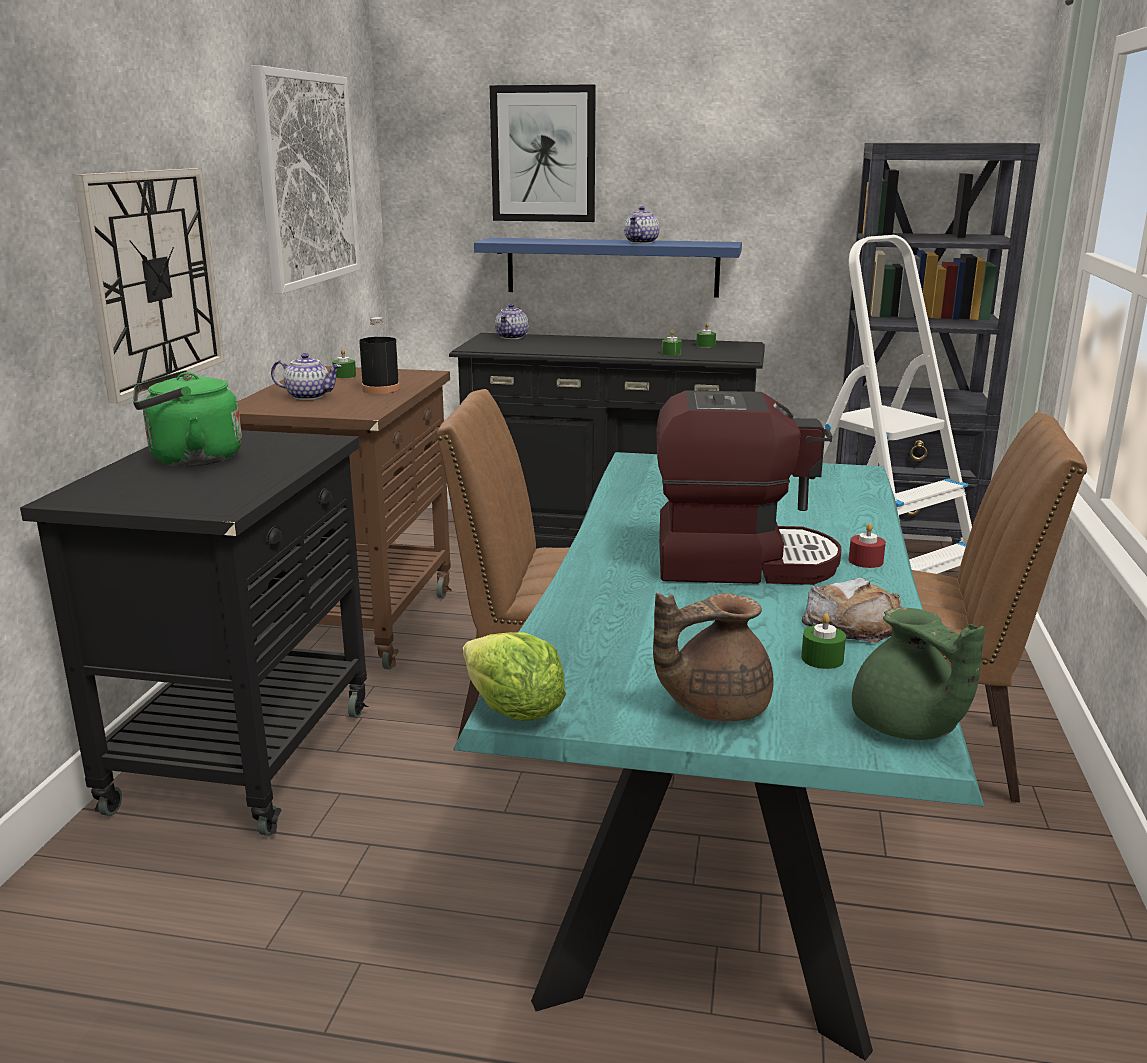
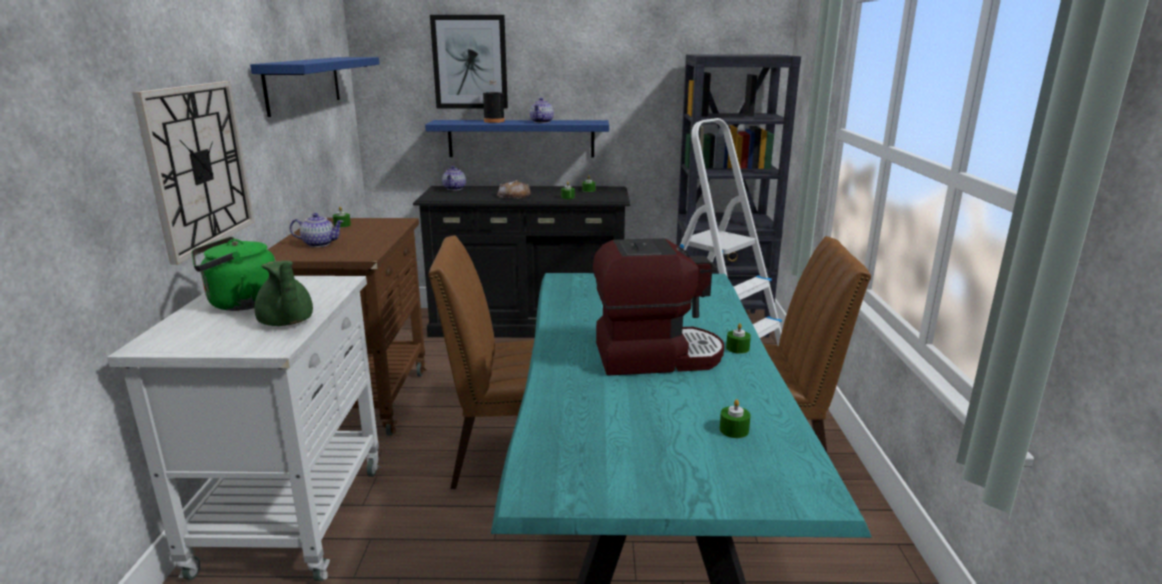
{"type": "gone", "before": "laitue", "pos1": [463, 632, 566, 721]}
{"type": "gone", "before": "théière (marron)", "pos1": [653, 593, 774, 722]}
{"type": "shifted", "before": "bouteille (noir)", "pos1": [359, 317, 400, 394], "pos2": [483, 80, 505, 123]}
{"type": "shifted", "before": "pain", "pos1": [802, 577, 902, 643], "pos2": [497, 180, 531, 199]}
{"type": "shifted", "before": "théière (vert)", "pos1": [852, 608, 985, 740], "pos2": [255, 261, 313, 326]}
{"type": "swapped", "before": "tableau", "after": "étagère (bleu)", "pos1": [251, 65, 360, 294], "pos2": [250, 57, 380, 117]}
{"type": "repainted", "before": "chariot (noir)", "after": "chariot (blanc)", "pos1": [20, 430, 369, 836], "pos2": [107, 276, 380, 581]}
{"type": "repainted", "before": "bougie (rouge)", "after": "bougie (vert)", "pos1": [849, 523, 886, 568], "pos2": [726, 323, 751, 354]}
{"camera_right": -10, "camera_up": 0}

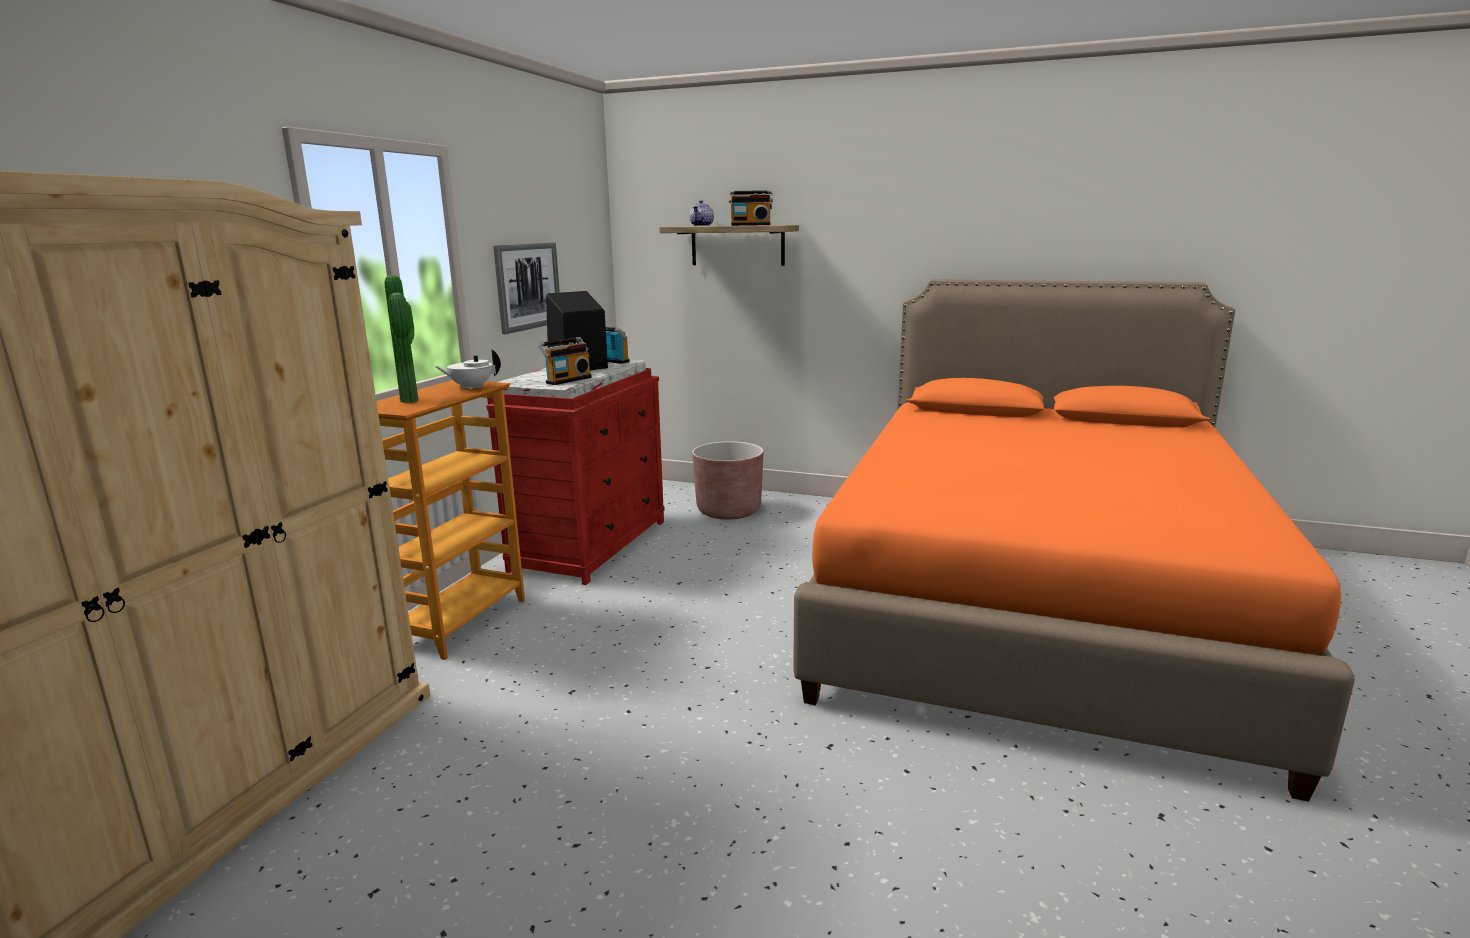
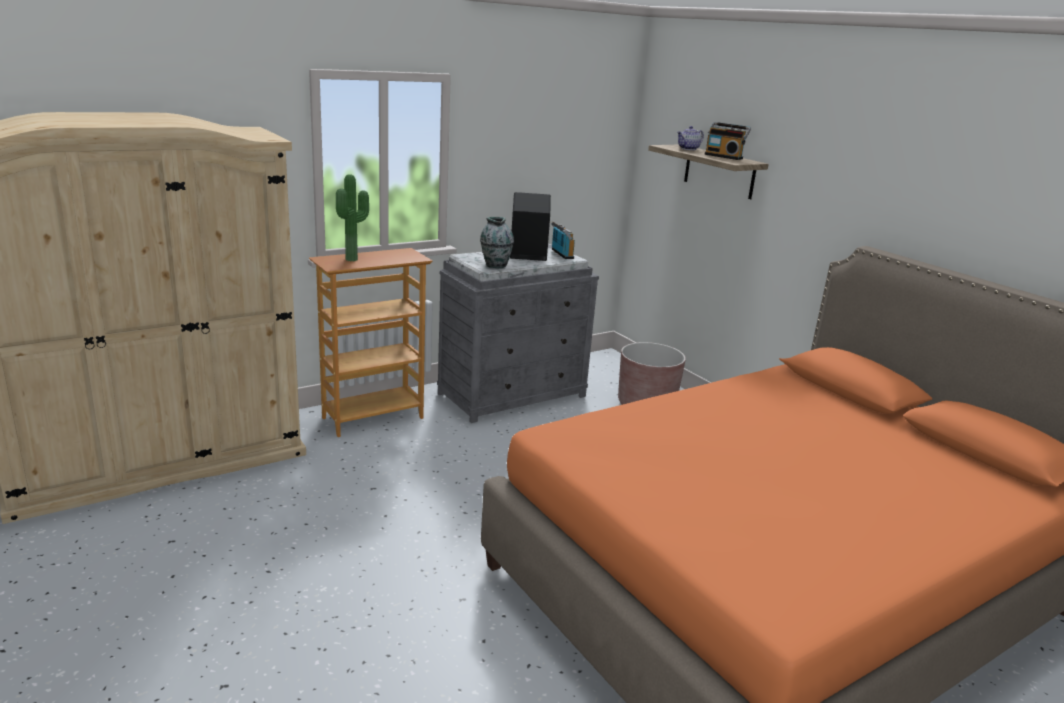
{"type": "gone", "before": "théière (blanc)", "pos1": [435, 349, 501, 390]}
{"type": "gone", "before": "tableau", "pos1": [493, 243, 560, 334]}
{"type": "swapped", "before": "radio", "after": "vase", "pos1": [538, 337, 592, 385], "pos2": [480, 217, 514, 268]}
{"type": "repainted", "before": "commode (rouge)", "after": "commode (gris)", "pos1": [486, 360, 665, 585], "pos2": [437, 244, 599, 423]}
{"camera_right": 35, "camera_up": 5}

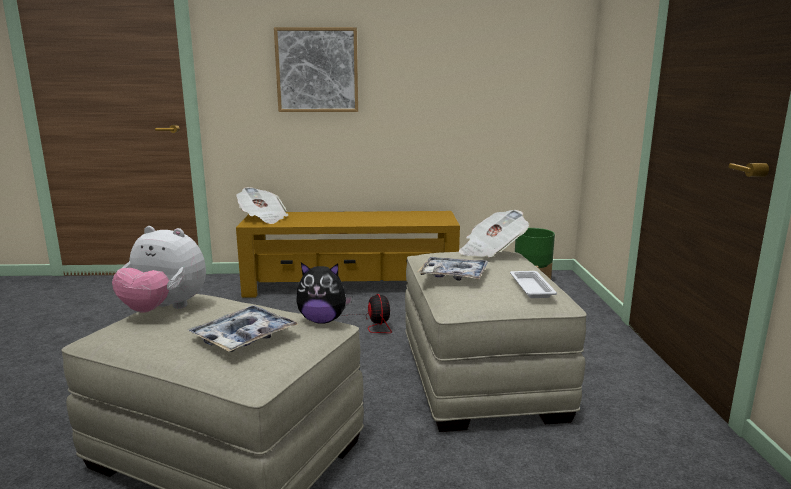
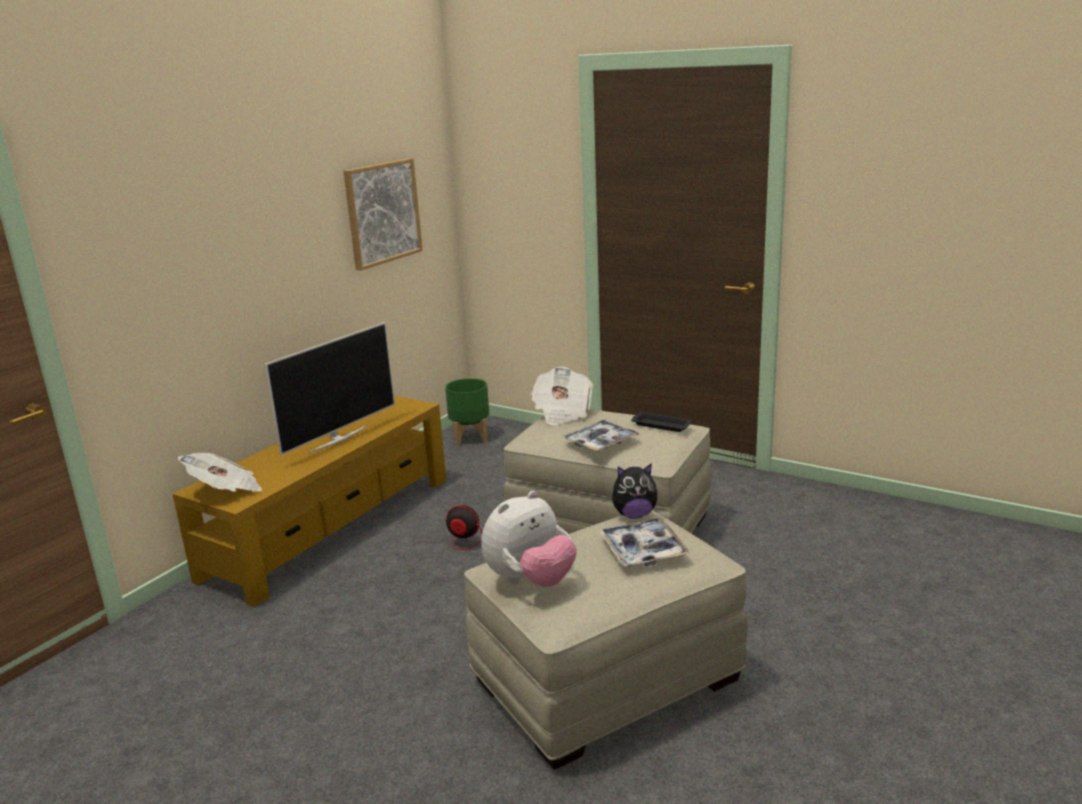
{"type": "new", "after": "téléviseur", "pos2": [265, 322, 395, 455]}
{"type": "shifted", "before": "tableau", "pos1": [274, 27, 358, 112], "pos2": [343, 158, 423, 271]}
{"type": "repainted", "before": "plateau (blanc)", "after": "plateau (noir)", "pos1": [510, 271, 557, 298], "pos2": [631, 412, 693, 432]}
{"type": "rotated", "before": "peluche", "pos1": [296, 263, 352, 324], "pos2": [612, 463, 658, 519], "turn": 45}
{"camera_right": -55, "camera_up": 5}

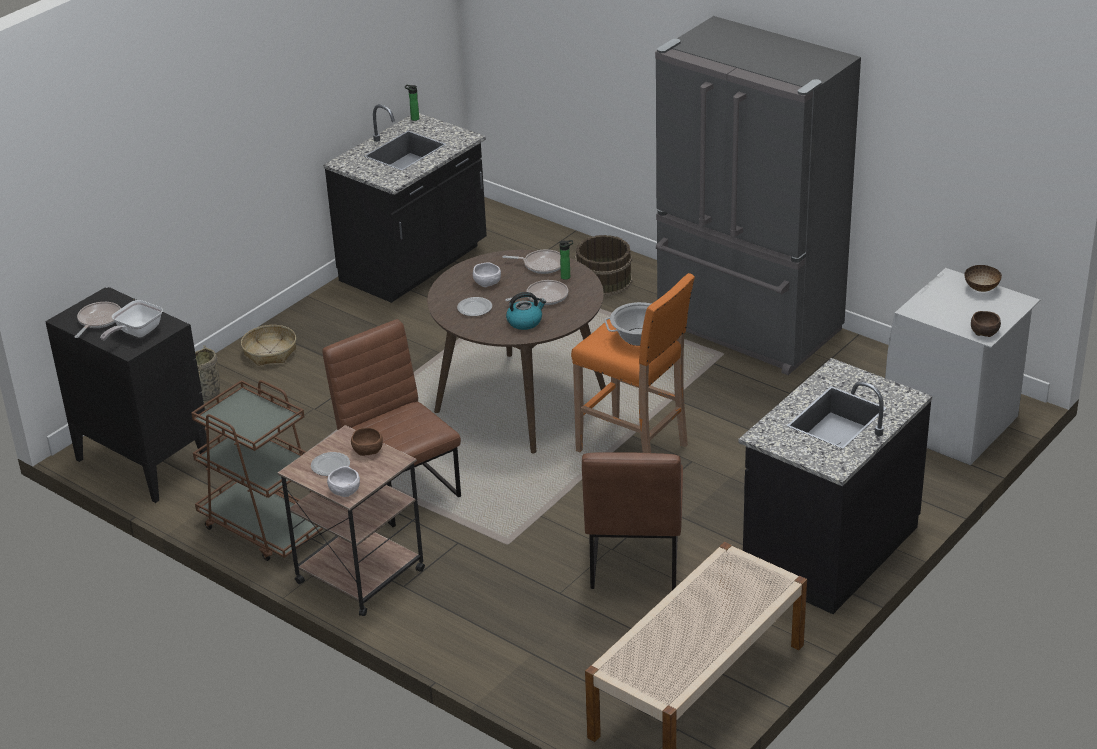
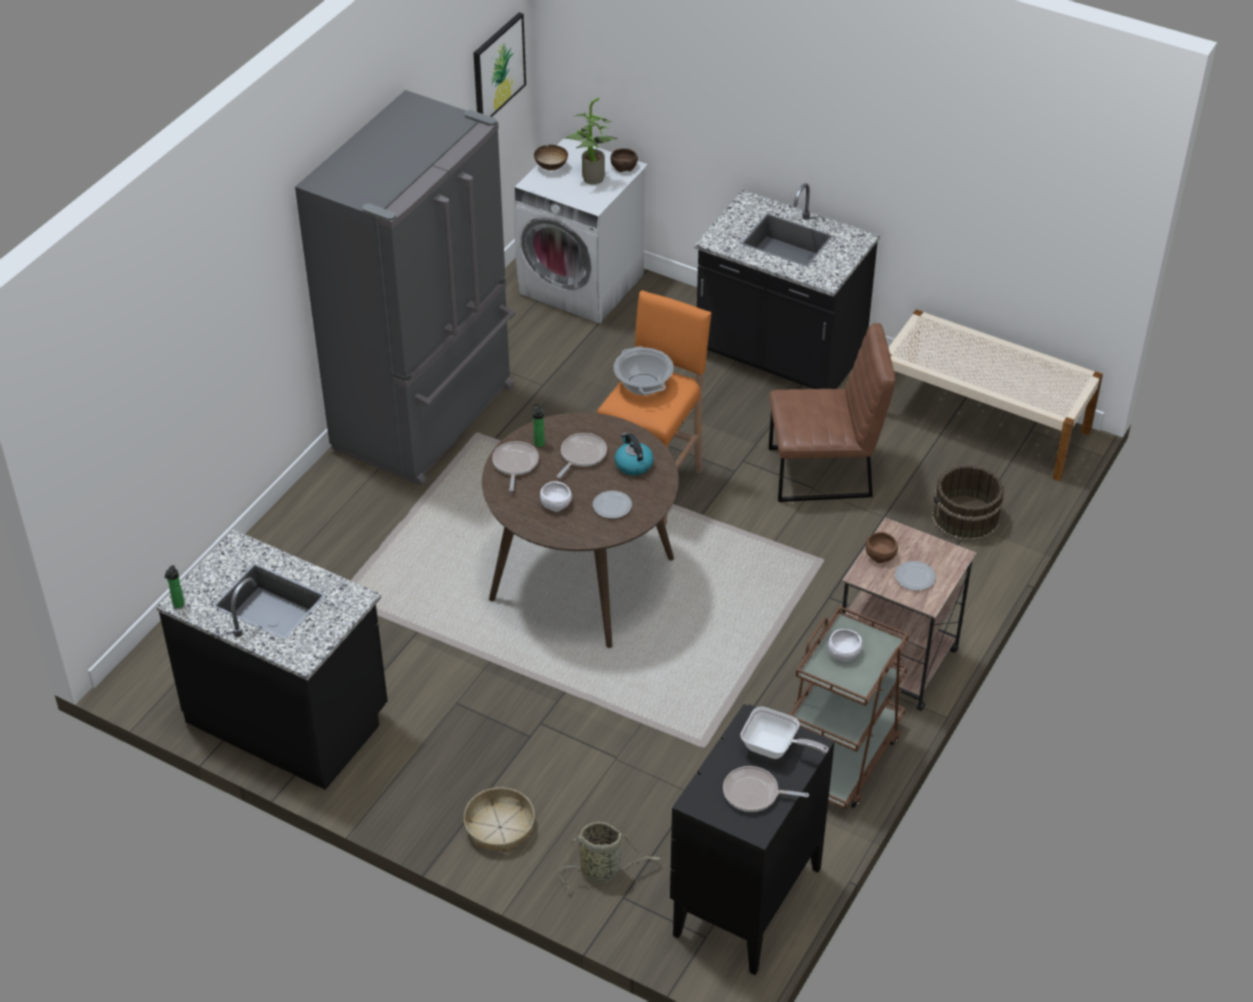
{"type": "gone", "before": "chaise (marron)", "pos1": [322, 319, 461, 527]}
{"type": "new", "after": "tableau", "pos2": [474, 12, 526, 117]}
{"type": "new", "after": "plante en pot", "pos2": [565, 97, 618, 185]}
{"type": "shifted", "before": "bol (blanc)", "pos1": [327, 466, 360, 497], "pos2": [828, 629, 862, 662]}
{"type": "shifted", "before": "seau (marron)", "pos1": [575, 235, 632, 296], "pos2": [931, 465, 1004, 542]}
{"type": "rotated", "before": "poêle", "pos1": [505, 280, 568, 305], "pos2": [557, 433, 607, 478], "turn": 60}
{"camera_right": -100, "camera_up": 10}

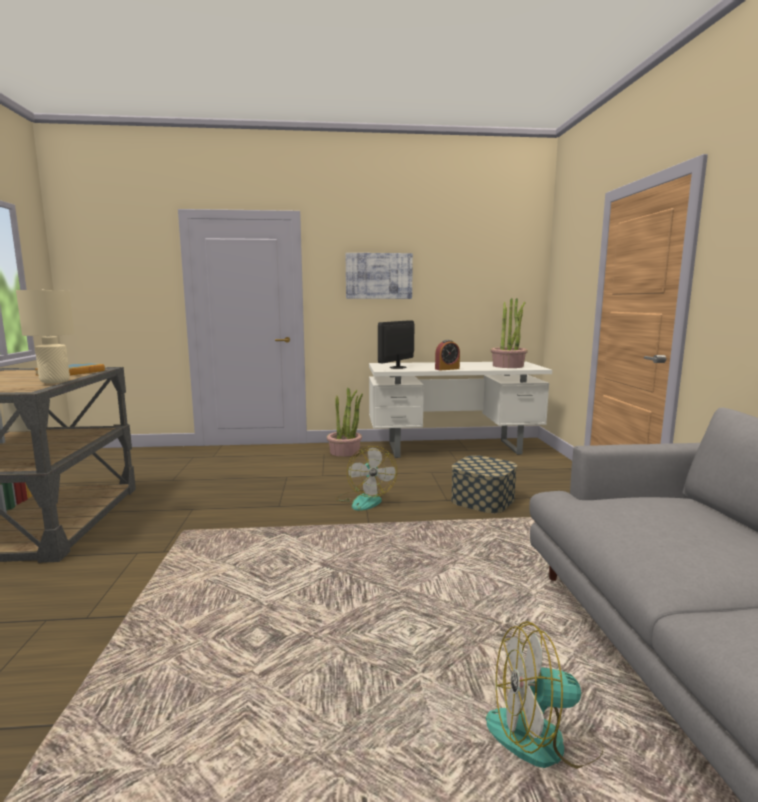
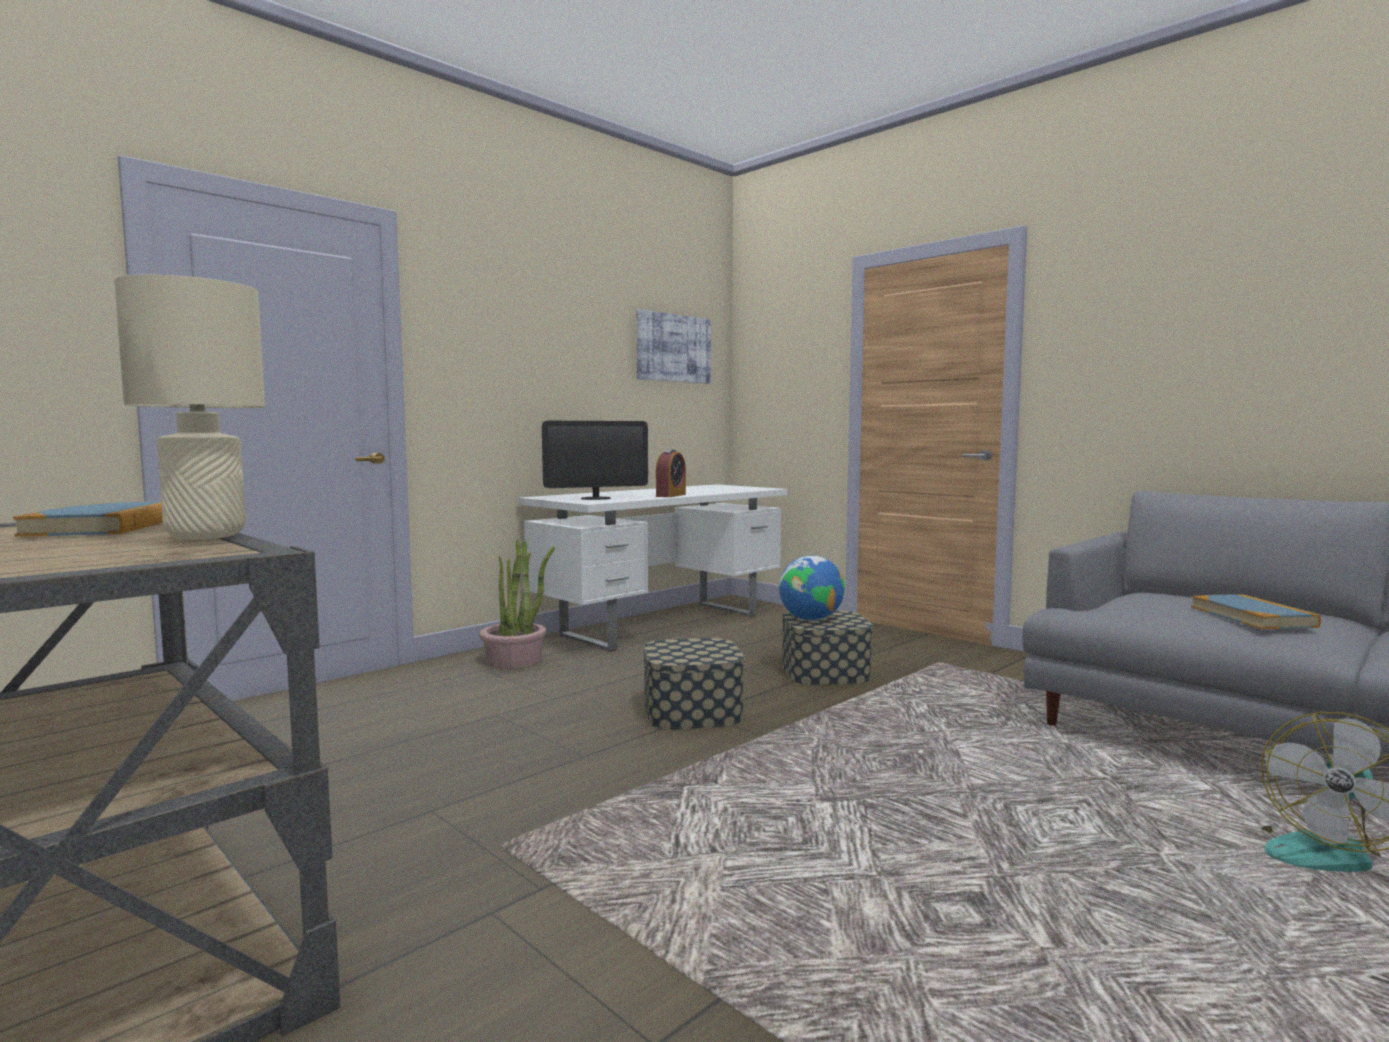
{"type": "gone", "before": "plante en pot", "pos1": [491, 298, 528, 368]}
{"type": "new", "after": "globe", "pos2": [779, 555, 845, 621]}
{"type": "new", "after": "livre", "pos2": [1191, 594, 1321, 629]}
{"type": "shifted", "before": "tableau", "pos1": [346, 253, 413, 299], "pos2": [636, 309, 711, 384]}
{"type": "swapped", "before": "ventilateur", "after": "boîte de rangement", "pos1": [336, 446, 397, 511], "pos2": [643, 638, 744, 730]}
{"type": "rotated", "before": "écran d'ordinateur", "pos1": [378, 320, 415, 369], "pos2": [542, 421, 648, 500], "turn": -105}
{"camera_right": -40, "camera_up": -5}

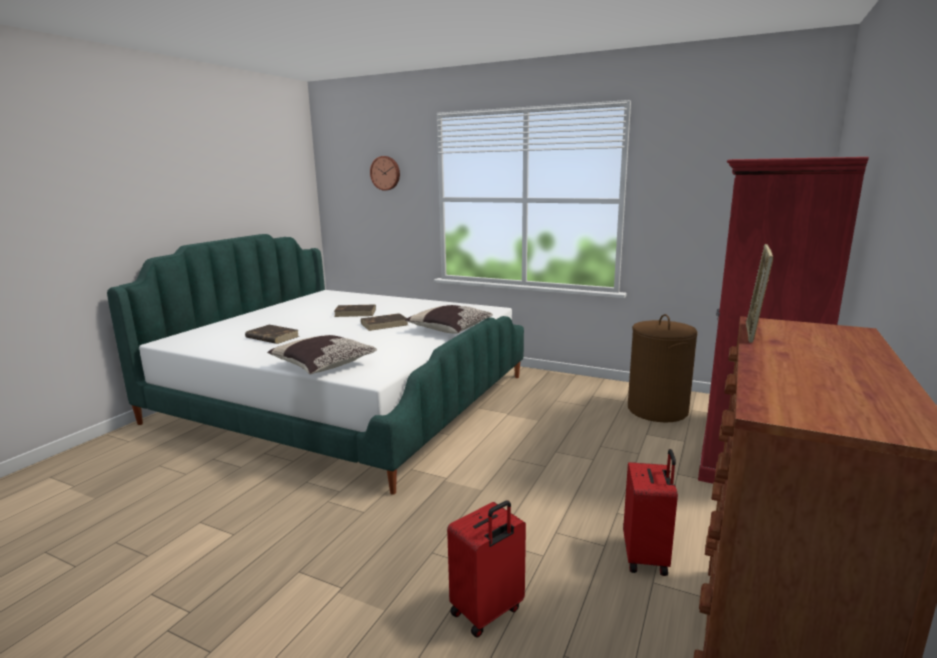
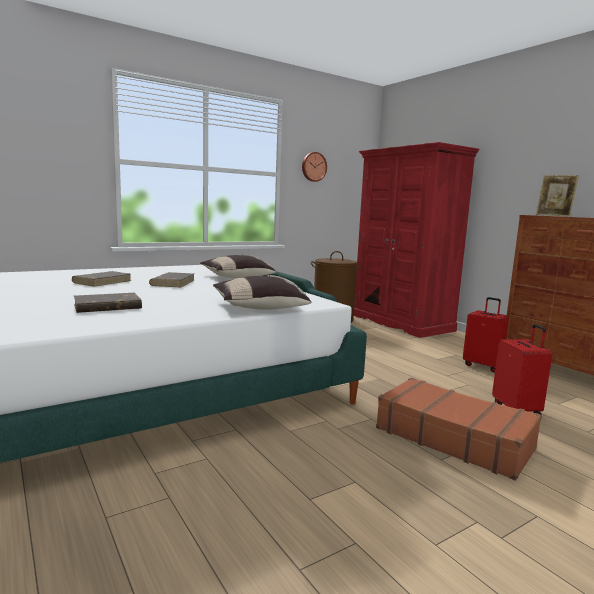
{"type": "new", "after": "valise (marron)", "pos2": [376, 378, 542, 481]}
{"type": "shifted", "before": "horloge murale", "pos1": [370, 156, 400, 191], "pos2": [302, 152, 327, 182]}
{"camera_right": -60, "camera_up": -5}

